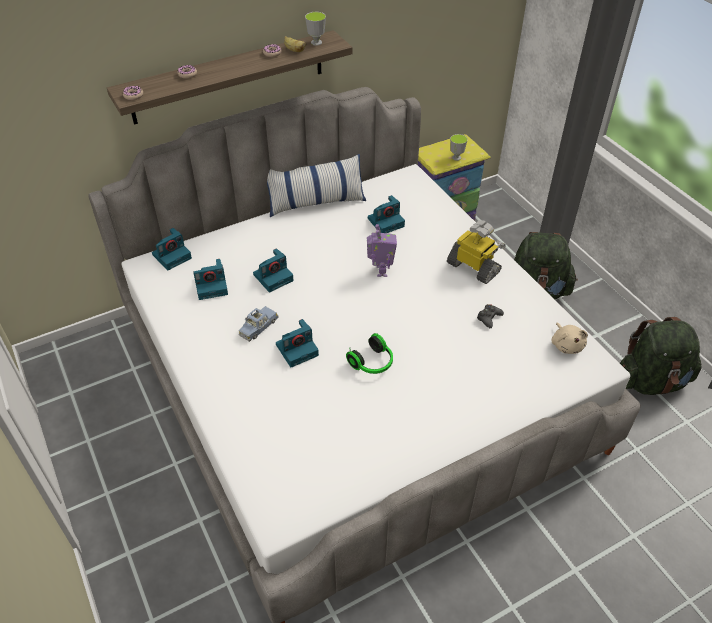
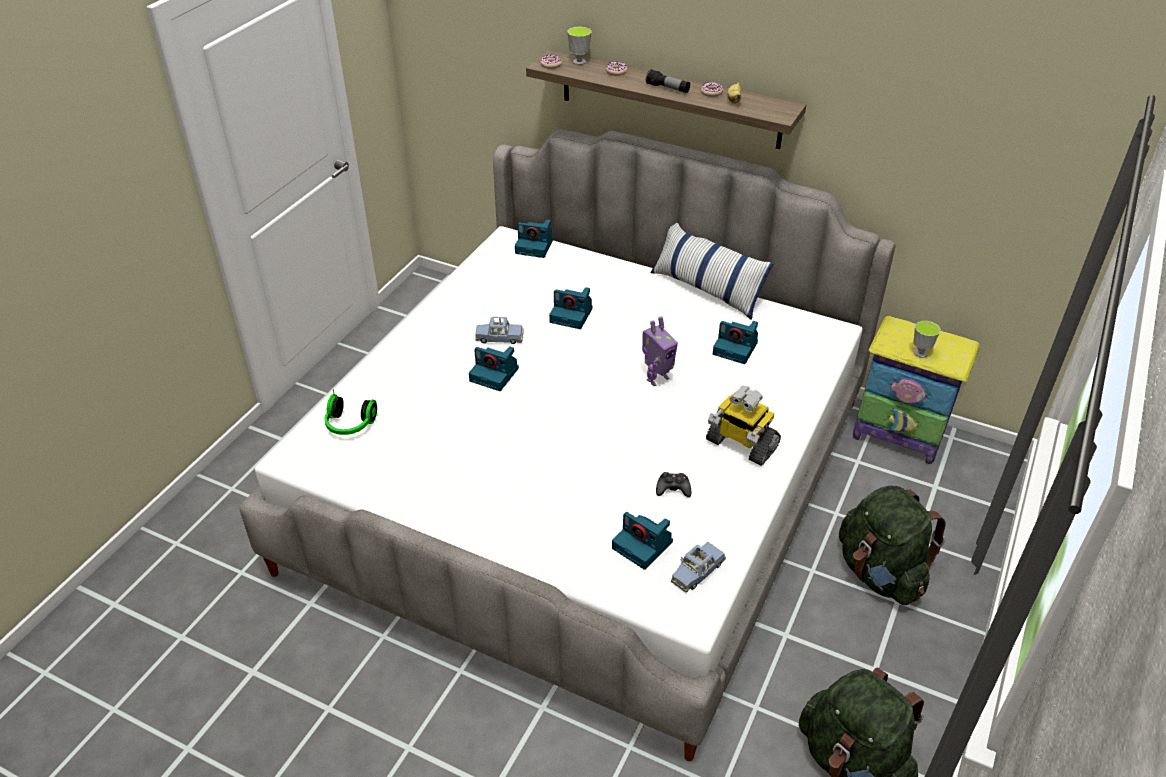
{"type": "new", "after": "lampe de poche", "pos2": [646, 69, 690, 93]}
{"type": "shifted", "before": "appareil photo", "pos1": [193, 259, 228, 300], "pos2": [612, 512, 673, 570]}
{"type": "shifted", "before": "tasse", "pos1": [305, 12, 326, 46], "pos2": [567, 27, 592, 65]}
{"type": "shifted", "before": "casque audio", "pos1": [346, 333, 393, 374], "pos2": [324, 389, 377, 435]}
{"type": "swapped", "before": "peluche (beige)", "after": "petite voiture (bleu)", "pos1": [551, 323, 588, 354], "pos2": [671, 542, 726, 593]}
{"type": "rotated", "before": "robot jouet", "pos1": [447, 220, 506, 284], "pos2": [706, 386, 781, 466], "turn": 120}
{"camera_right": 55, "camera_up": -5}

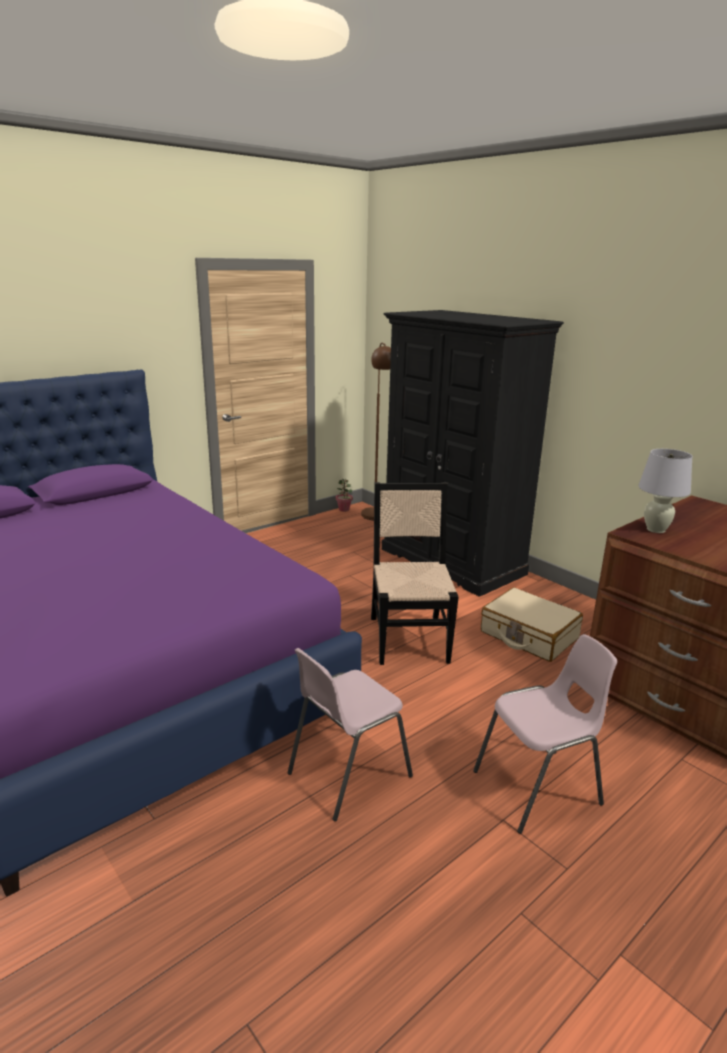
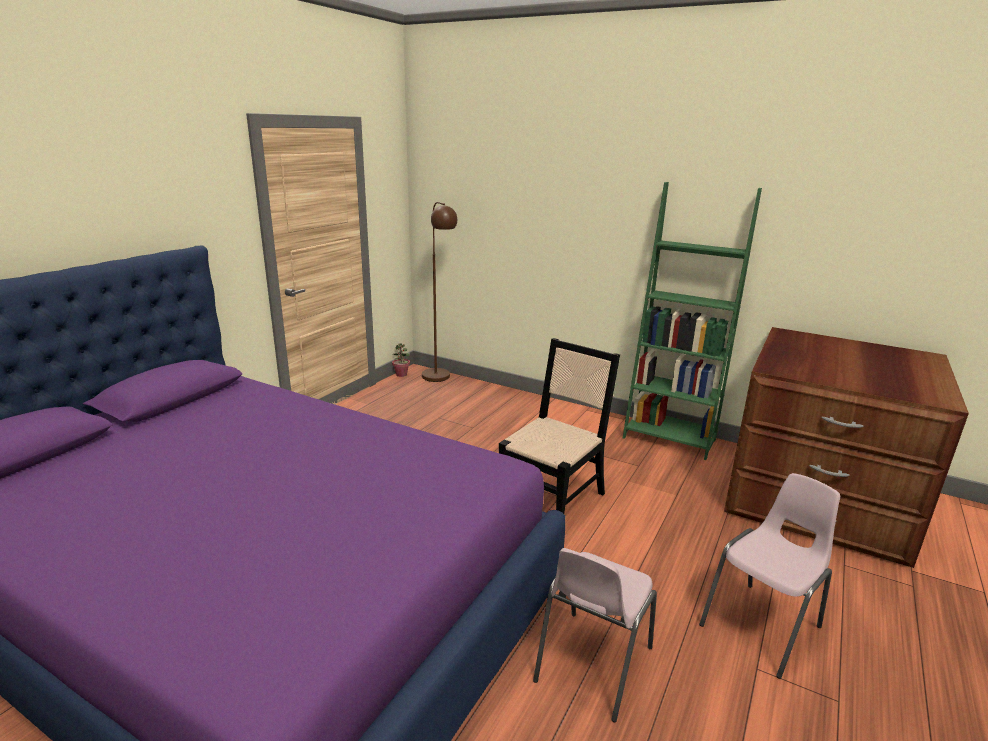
{"type": "gone", "before": "armoire (noir)", "pos1": [382, 310, 564, 597]}
{"type": "gone", "before": "valise (beige)", "pos1": [481, 587, 583, 662]}
{"type": "gone", "before": "lampe de table (blanc)", "pos1": [638, 449, 693, 533]}
{"type": "new", "after": "bibliothèque (vert)", "pos2": [623, 182, 762, 460]}
{"type": "rotated", "before": "chaise", "pos1": [371, 482, 459, 665], "pos2": [499, 338, 620, 514], "turn": 60}
{"camera_right": -20, "camera_up": 0}

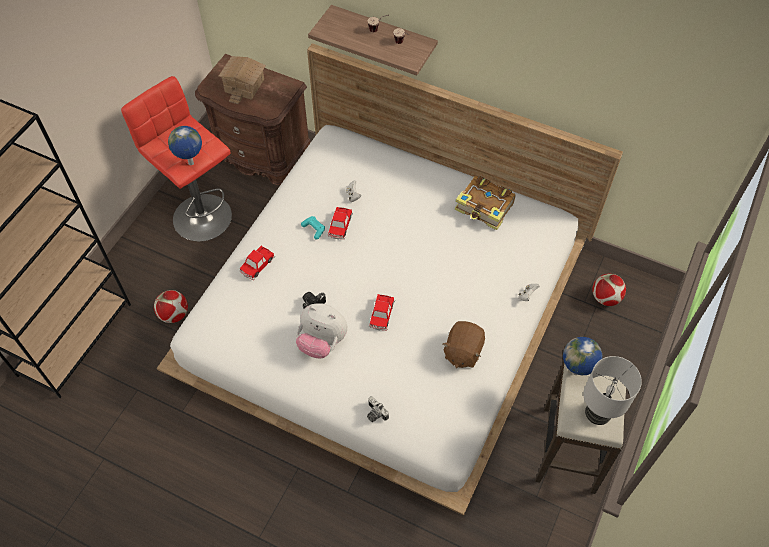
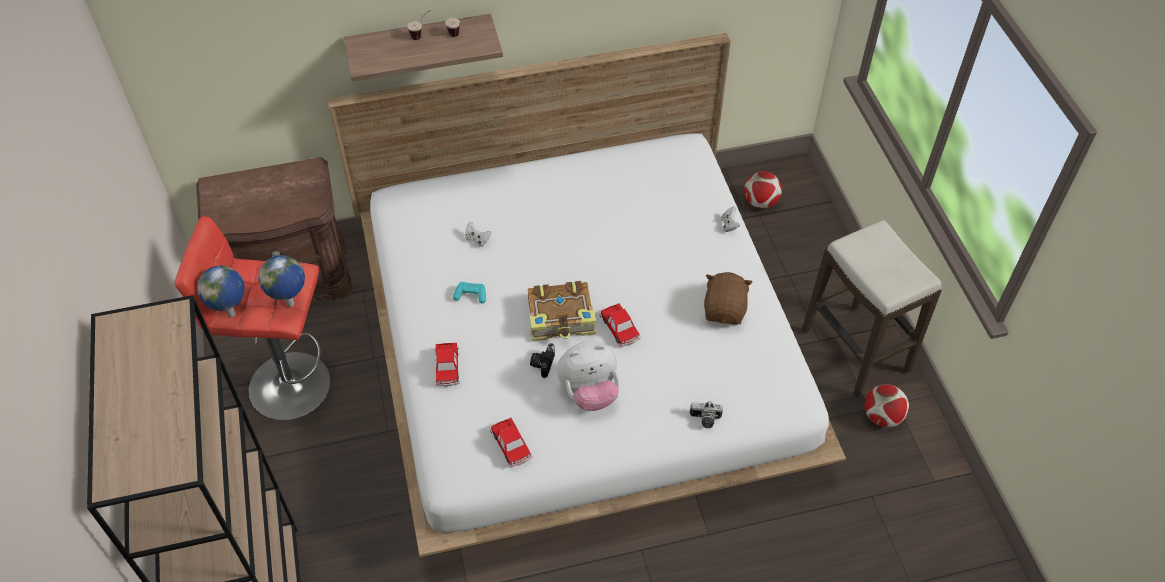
{"type": "gone", "before": "maison miniature", "pos1": [219, 56, 266, 104]}
{"type": "gone", "before": "lampe de table (gris)", "pos1": [584, 356, 642, 425]}
{"type": "shifted", "before": "ballon de foot", "pos1": [154, 290, 188, 323], "pos2": [865, 384, 909, 427]}
{"type": "shifted", "before": "petite voiture", "pos1": [328, 207, 353, 239], "pos2": [490, 418, 532, 467]}
{"type": "shifted", "before": "livre", "pos1": [455, 175, 516, 230], "pos2": [528, 281, 596, 341]}
{"type": "shifted", "before": "globe", "pos1": [563, 337, 602, 375], "pos2": [197, 265, 245, 317]}
{"type": "rotated", "before": "peluche (marron)", "pos1": [443, 321, 485, 368], "pos2": [704, 272, 753, 325], "turn": -150}
{"camera_right": -40, "camera_up": -5}

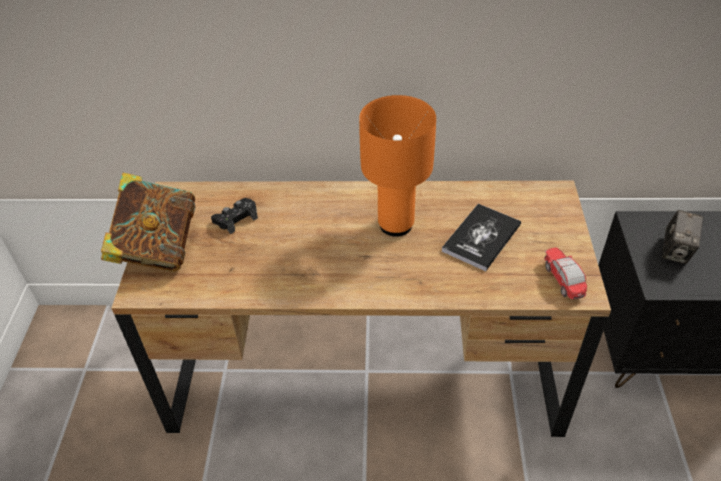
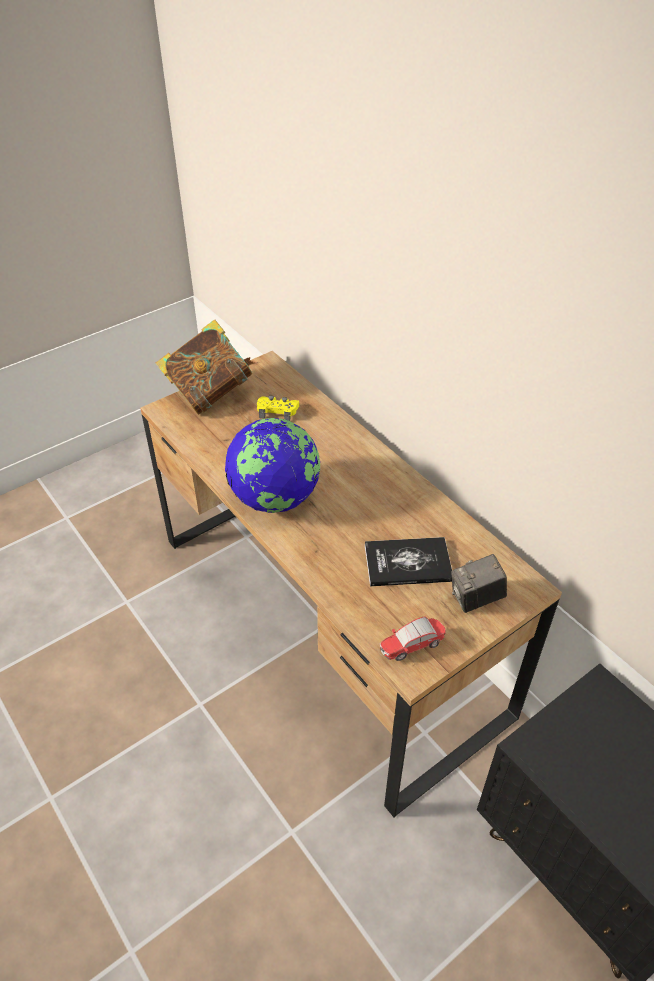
{"type": "gone", "before": "lampe de table (orange)", "pos1": [359, 95, 436, 237]}
{"type": "new", "after": "globe", "pos2": [225, 418, 320, 513]}
{"type": "shifted", "before": "appareil photo", "pos1": [662, 210, 704, 264], "pos2": [451, 554, 507, 613]}
{"type": "repainted", "before": "manette (noir)", "after": "manette (jaune)", "pos1": [211, 198, 258, 234], "pos2": [257, 396, 299, 421]}
{"type": "rotated", "before": "petite voiture", "pos1": [544, 247, 587, 299], "pos2": [380, 616, 446, 661], "turn": -150}
{"camera_right": 50, "camera_up": 0}

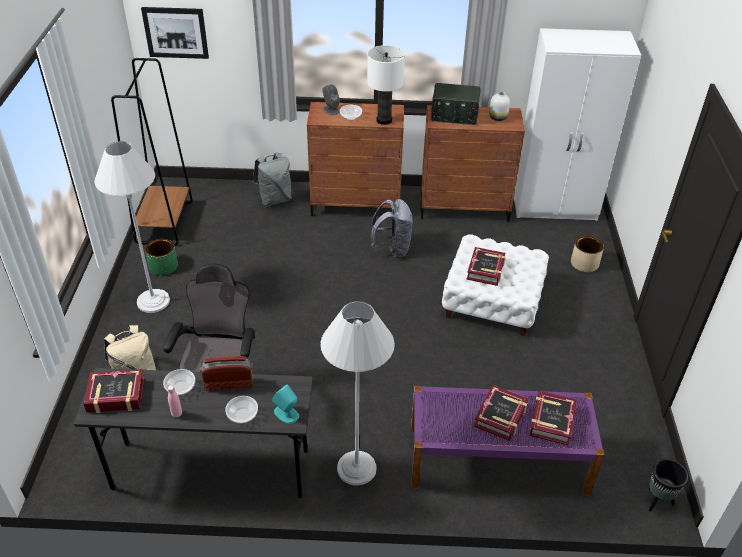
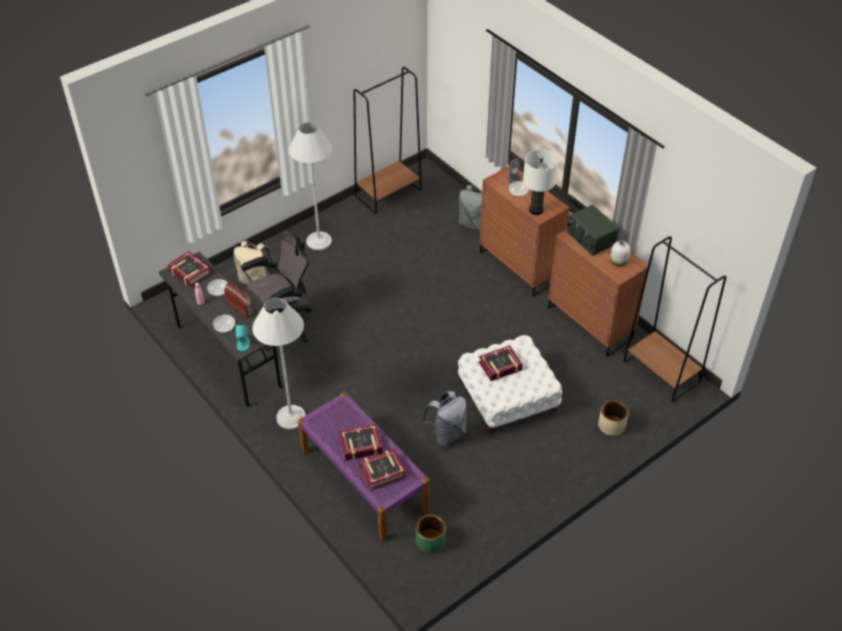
{"type": "gone", "before": "tableau", "pos1": [141, 7, 209, 59]}
{"type": "gone", "before": "cache-pot (noir)", "pos1": [649, 459, 688, 512]}
{"type": "shifted", "before": "cache-pot (vert)", "pos1": [145, 239, 178, 276], "pos2": [416, 514, 446, 553]}
{"type": "shifted", "before": "sac à dos (gris)", "pos1": [371, 199, 413, 258], "pos2": [422, 391, 467, 446]}
{"type": "swapped", "before": "armoire (blanc)", "after": "portant", "pos1": [514, 28, 641, 221], "pos2": [624, 236, 726, 402]}
{"camera_right": 50, "camera_up": 5}

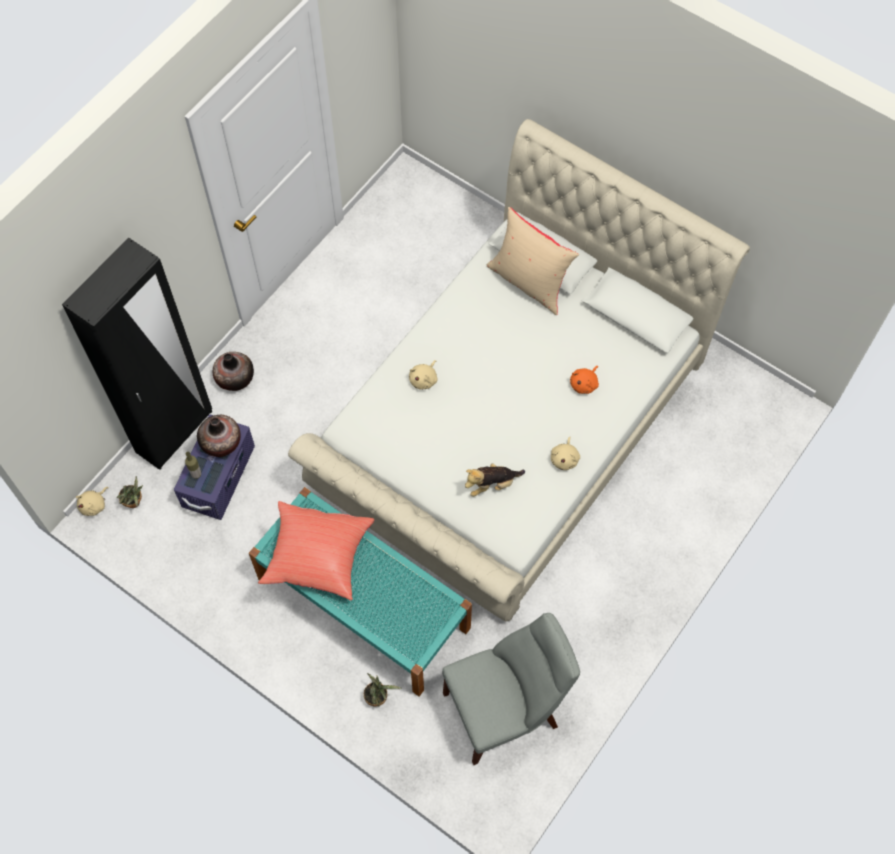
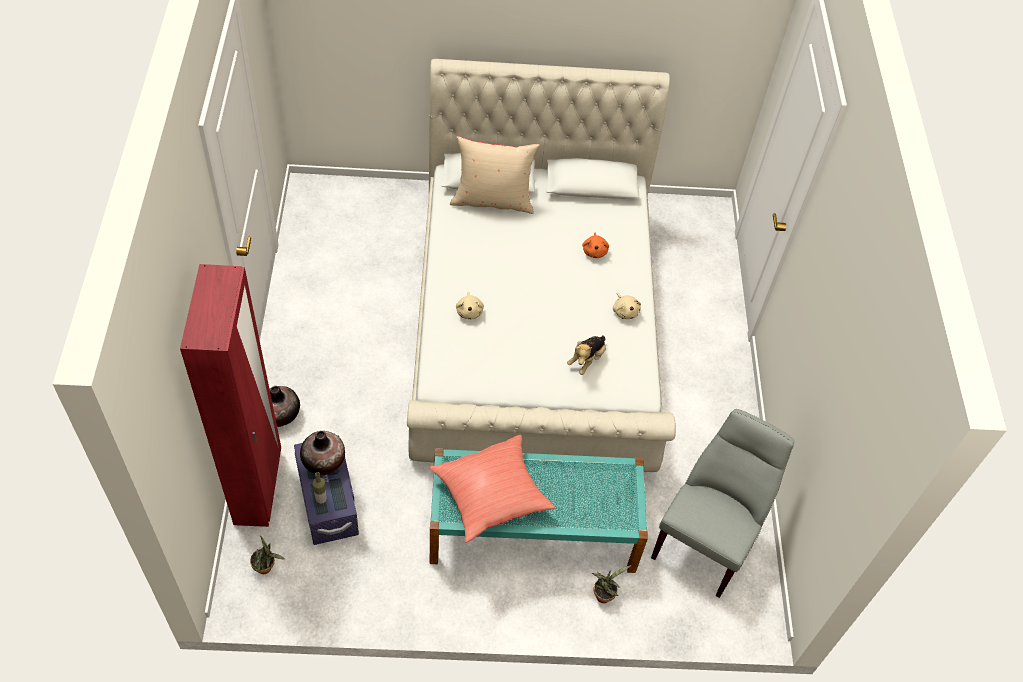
{"type": "gone", "before": "peluche (beige)", "pos1": [76, 487, 109, 516]}
{"type": "repainted", "before": "armoire (noir)", "after": "armoire (rouge)", "pos1": [62, 238, 212, 470], "pos2": [180, 264, 281, 527]}
{"camera_right": -40, "camera_up": -10}

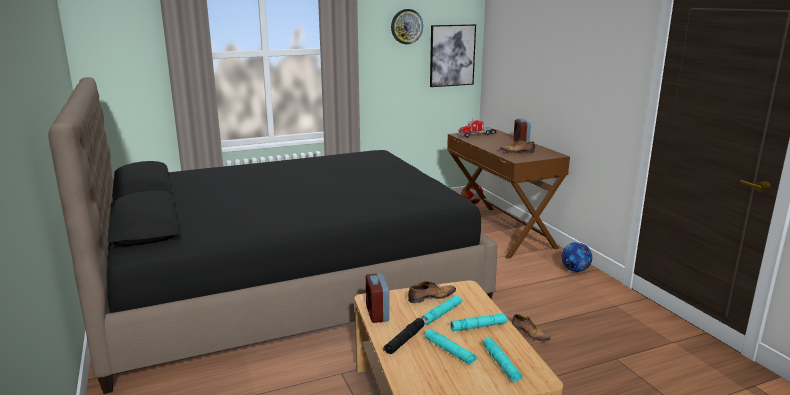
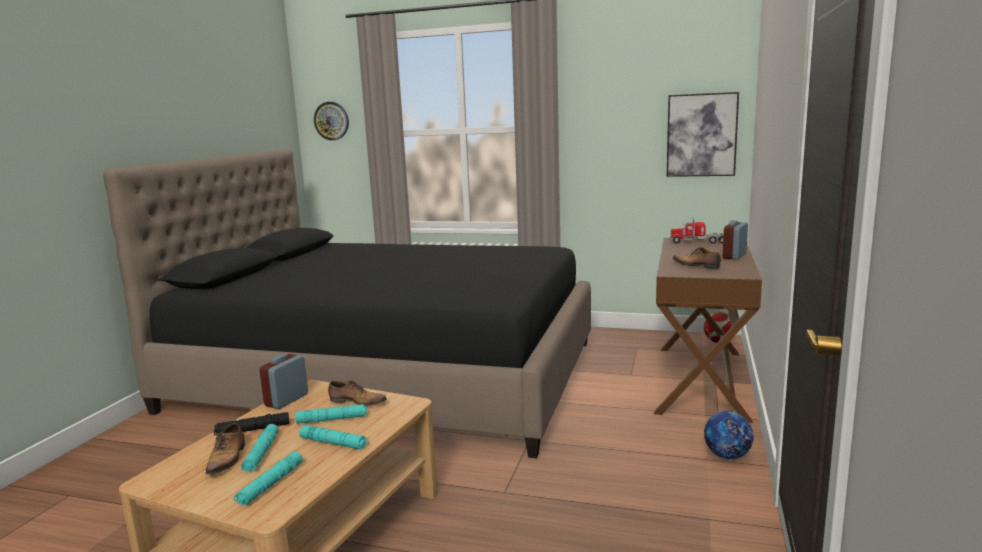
{"type": "shifted", "before": "horloge murale", "pos1": [391, 9, 423, 44], "pos2": [314, 102, 349, 140]}
{"type": "shifted", "before": "chaussure", "pos1": [512, 314, 550, 341], "pos2": [205, 423, 245, 474]}
{"camera_right": 40, "camera_up": -5}

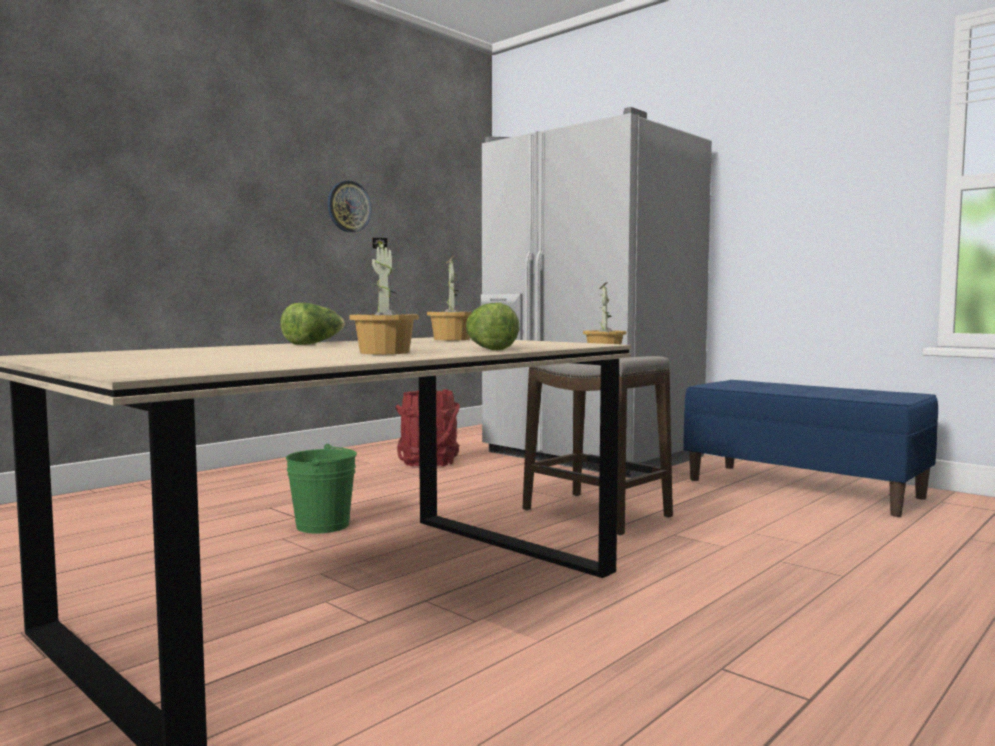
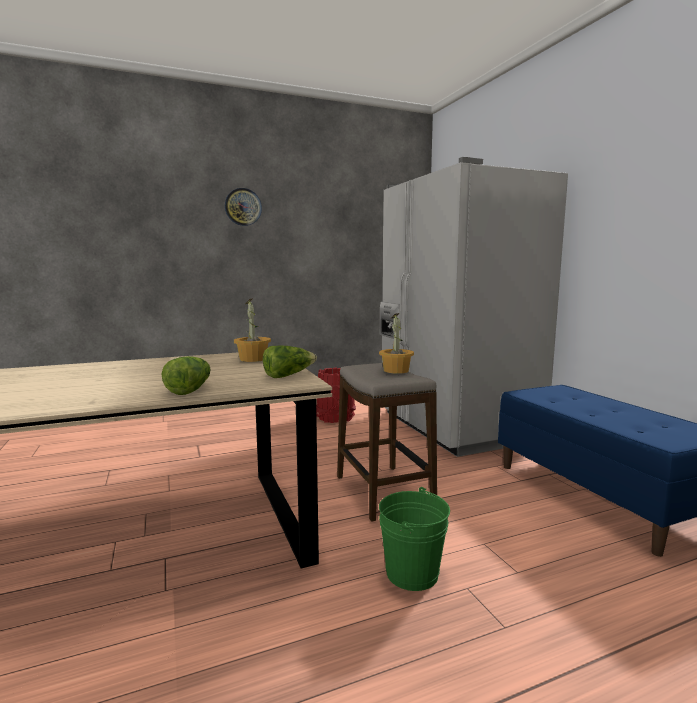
{"type": "gone", "before": "plante en pot", "pos1": [350, 238, 419, 354]}
{"type": "shifted", "before": "laitue", "pos1": [280, 303, 345, 345], "pos2": [263, 345, 317, 378]}
{"type": "shifted", "before": "seau (vert)", "pos1": [286, 444, 357, 533], "pos2": [379, 487, 450, 591]}
{"type": "shifted", "before": "horloge murale", "pos1": [328, 181, 372, 233], "pos2": [225, 188, 262, 226]}
{"camera_right": 25, "camera_up": 5}

